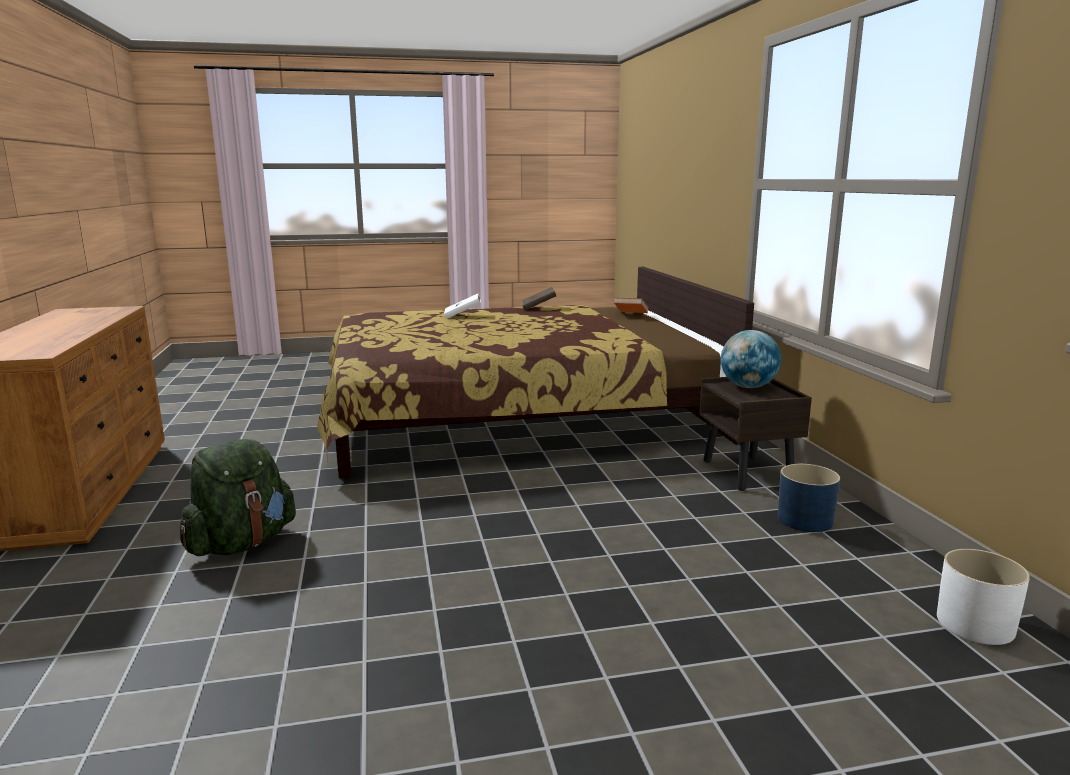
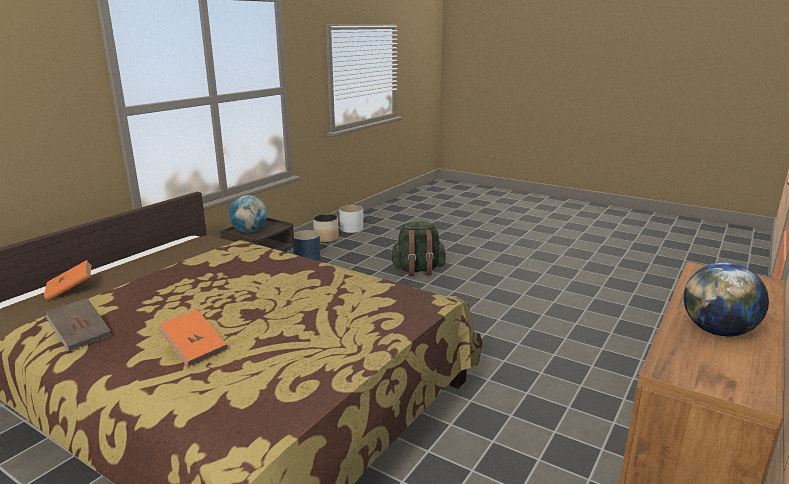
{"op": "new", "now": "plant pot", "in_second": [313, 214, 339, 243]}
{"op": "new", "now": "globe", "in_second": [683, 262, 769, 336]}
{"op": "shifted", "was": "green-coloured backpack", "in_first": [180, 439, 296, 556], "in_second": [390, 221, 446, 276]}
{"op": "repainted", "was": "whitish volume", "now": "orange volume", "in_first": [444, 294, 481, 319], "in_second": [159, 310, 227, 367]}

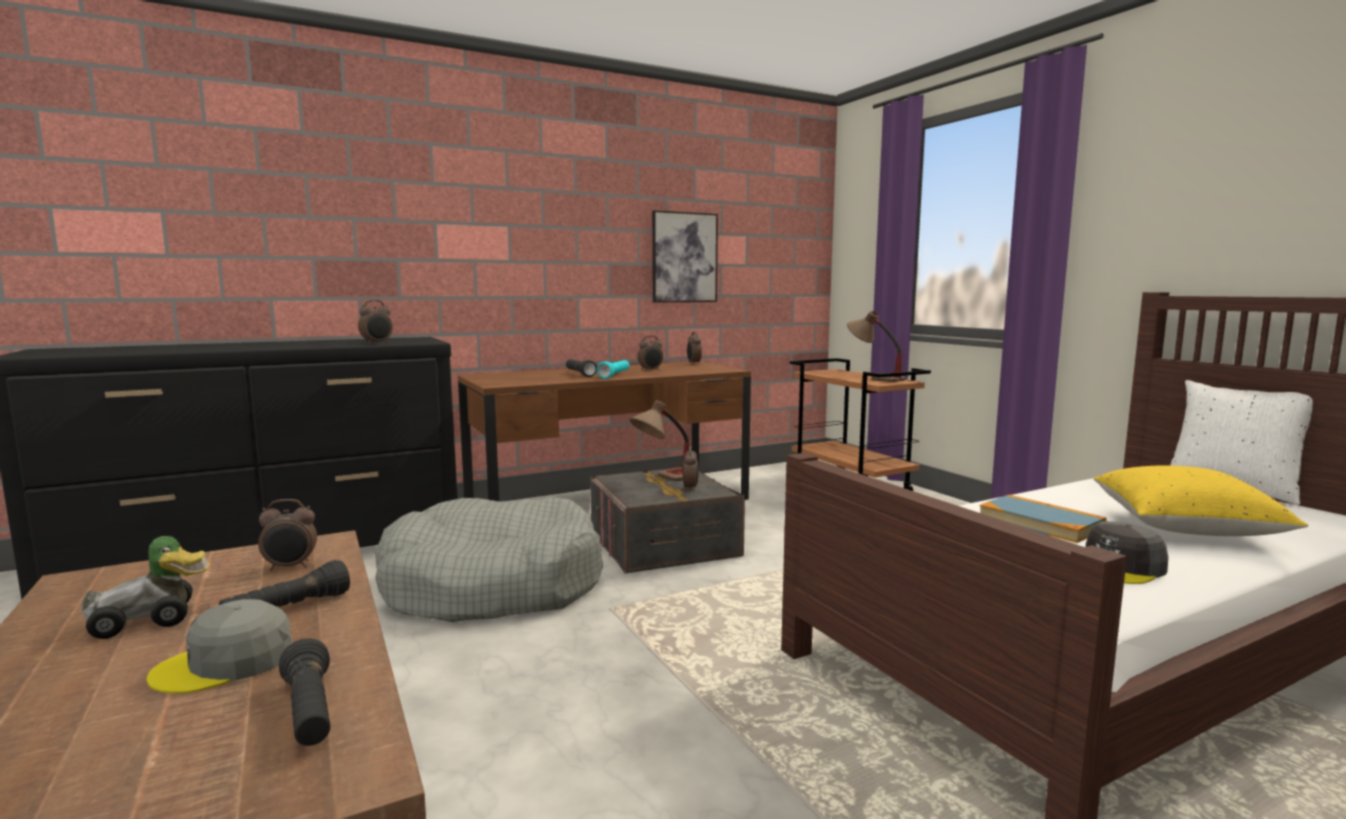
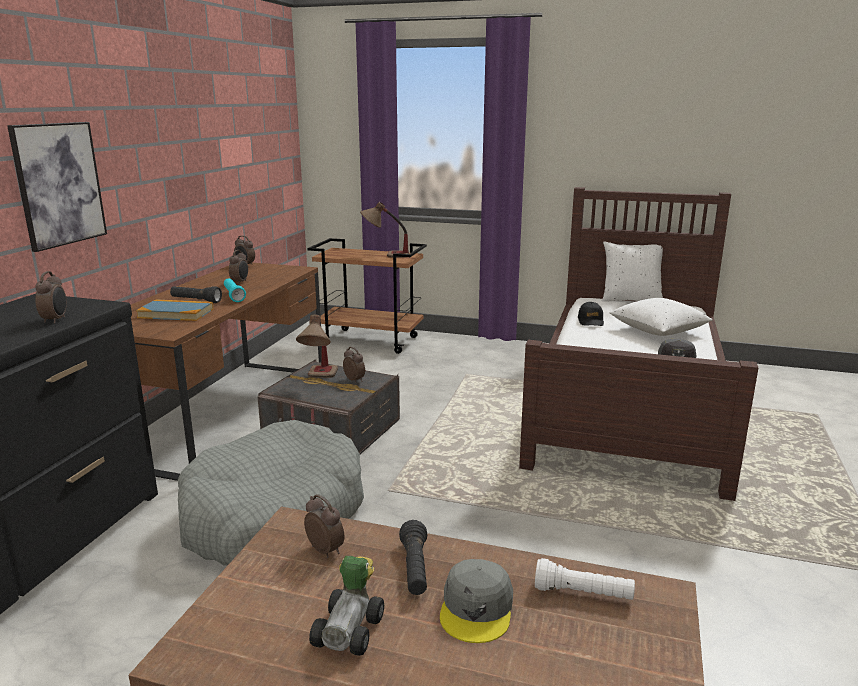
{"op": "new", "now": "black-coloured cap", "in_second": [578, 302, 604, 326]}
{"op": "shifted", "was": "wall art", "in_first": [652, 210, 718, 303], "in_second": [7, 122, 107, 252]}
{"op": "shifted", "was": "volume", "in_first": [980, 494, 1106, 543], "in_second": [136, 299, 213, 321]}
{"op": "repainted", "was": "black-coloured torch", "now": "whitish torch", "in_first": [279, 638, 331, 746], "in_second": [535, 558, 635, 600]}
{"op": "repainted", "was": "yellow-coloured throw pillow", "now": "whitish throw pillow", "in_first": [1094, 465, 1308, 536], "in_second": [610, 298, 713, 336]}
{"op": "rotated", "was": "alarm clock", "in_first": [258, 499, 317, 570], "in_second": [304, 494, 344, 558], "clockwise": -75}

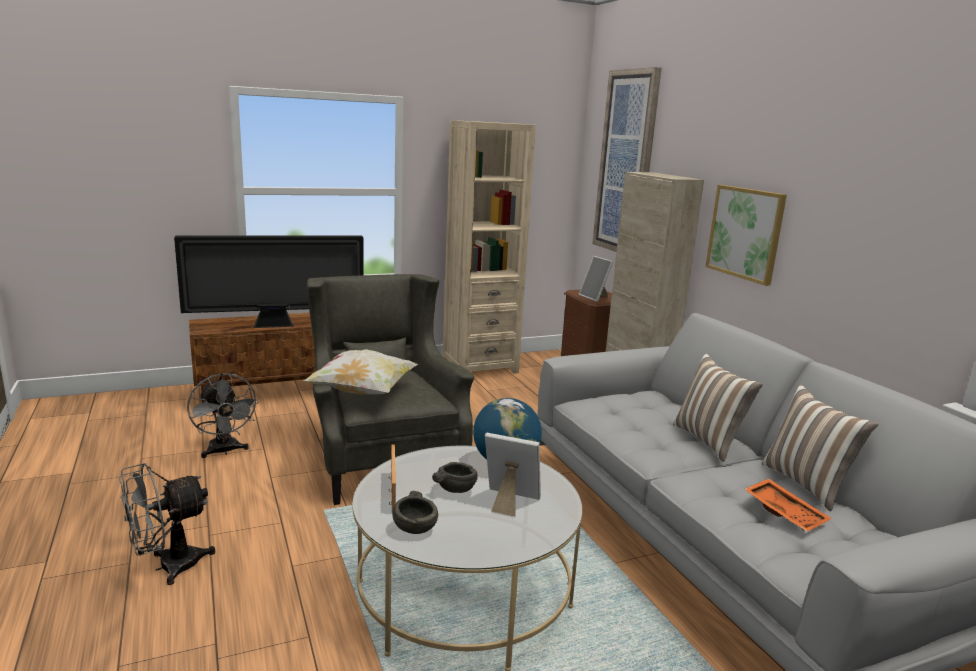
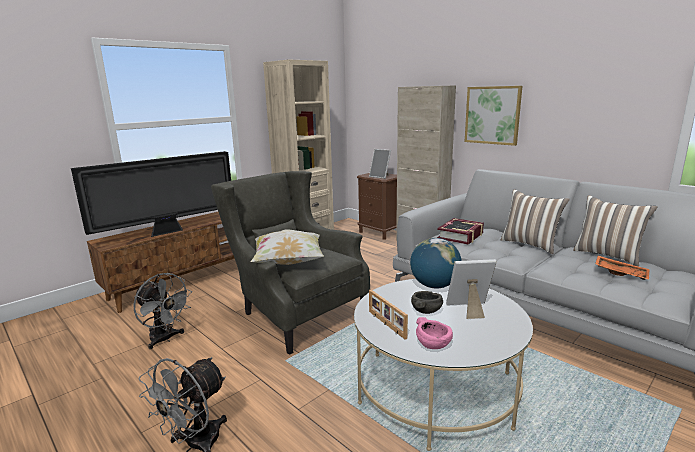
{"op": "gone", "was": "wall art", "in_first": [592, 67, 662, 252]}
{"op": "new", "now": "volume", "in_second": [437, 218, 484, 245]}
{"op": "repainted", "was": "greyish serving bowl", "now": "pink serving bowl", "in_first": [392, 491, 438, 534], "in_second": [416, 317, 453, 349]}

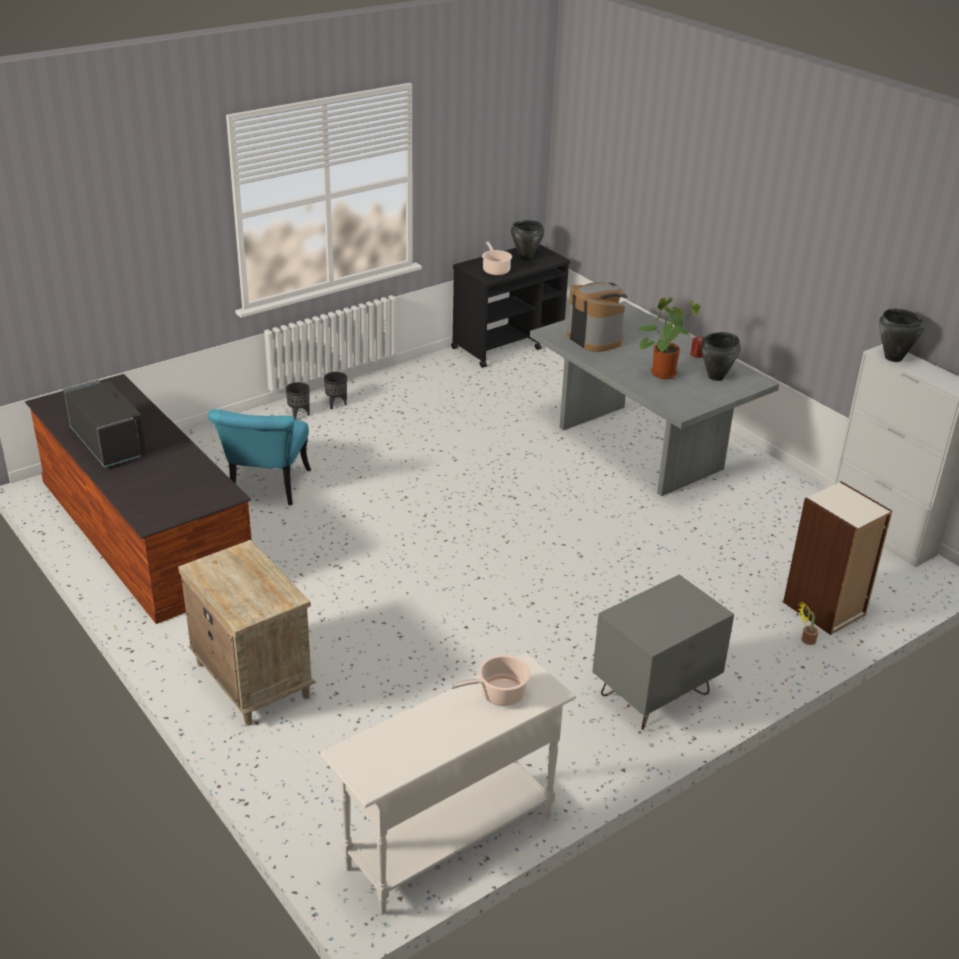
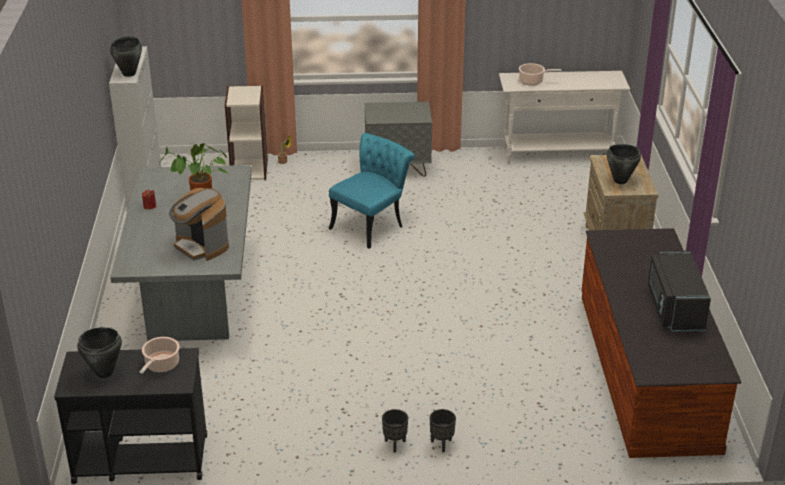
{"op": "shifted", "was": "blue-green upright chair", "in_first": [207, 409, 311, 506], "in_second": [328, 133, 415, 249]}
{"op": "shifted", "was": "black-coloured cooking pot", "in_first": [701, 332, 741, 381], "in_second": [607, 144, 641, 184]}
{"op": "rotated", "was": "coffee machine", "in_first": [567, 282, 628, 352], "in_second": [169, 188, 229, 261], "clockwise": -45}

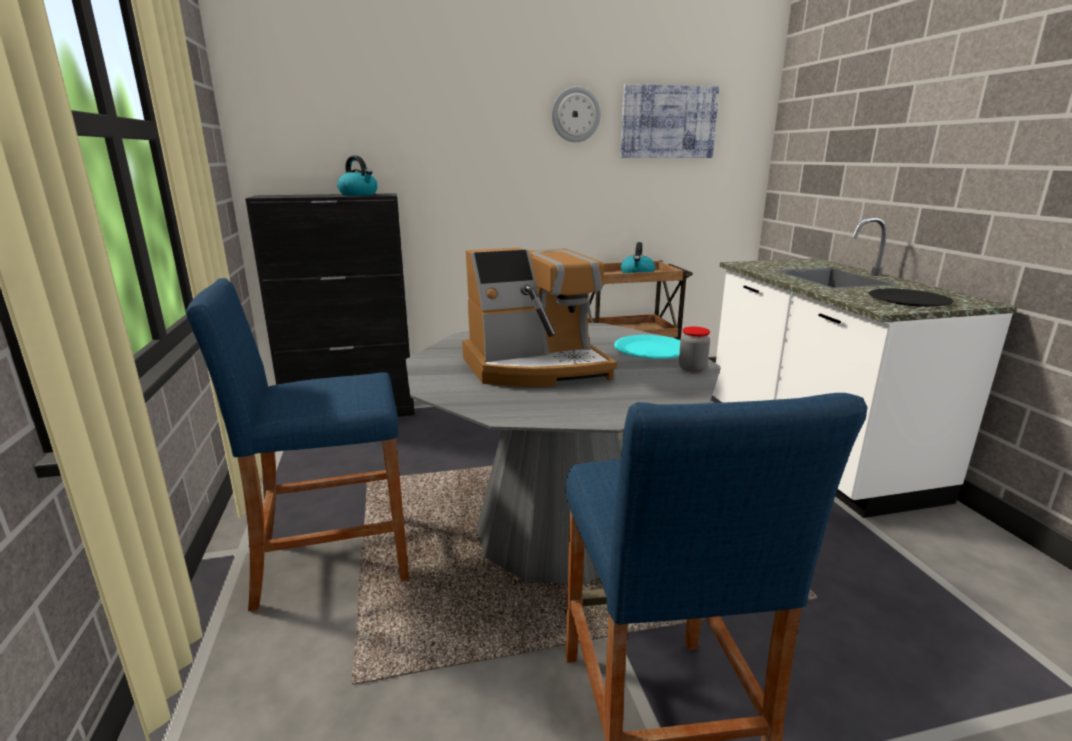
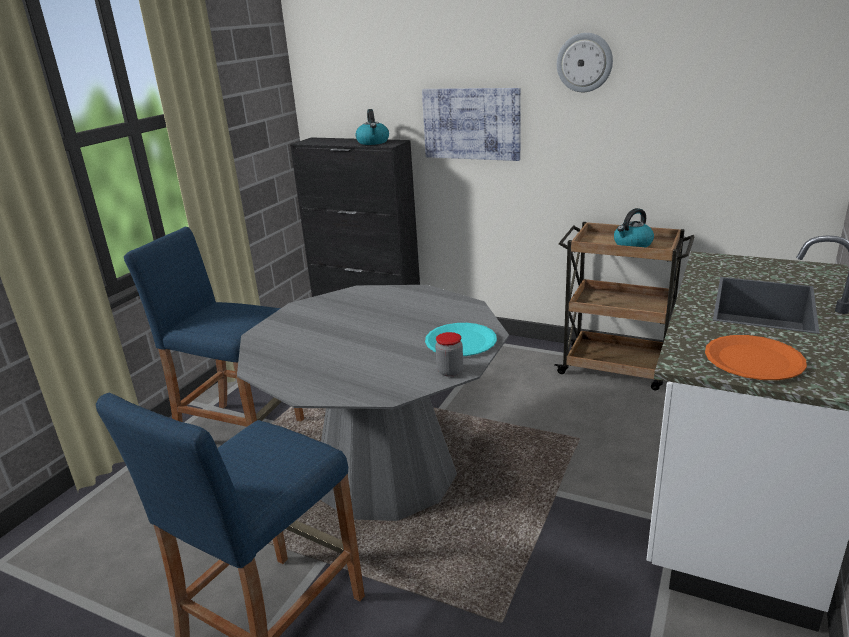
{"op": "gone", "was": "coffee machine", "in_first": [462, 247, 617, 387]}
{"op": "shifted", "was": "wall art", "in_first": [620, 84, 720, 158], "in_second": [422, 88, 521, 161]}
{"op": "repainted", "was": "black-coloured dinner plate", "now": "orange dinner plate", "in_first": [869, 288, 953, 307], "in_second": [705, 335, 807, 380]}

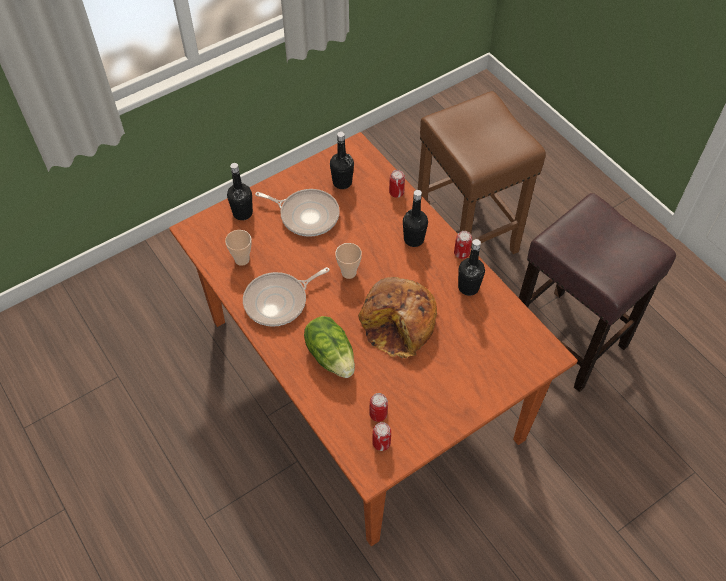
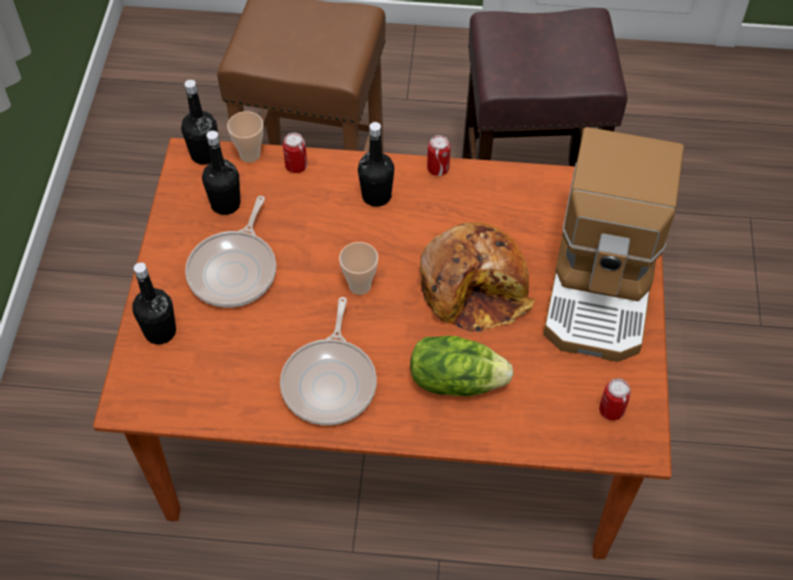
{"op": "gone", "was": "can", "in_first": [369, 393, 388, 422]}
{"op": "new", "now": "coffee machine", "in_second": [543, 127, 684, 362]}
{"op": "shifted", "was": "drinking cup", "in_first": [225, 230, 252, 266], "in_second": [227, 111, 263, 163]}
{"op": "shifted", "was": "black-coloured bottle", "in_first": [458, 239, 485, 296], "in_second": [181, 80, 218, 165]}
{"op": "rotated", "was": "pan", "in_first": [255, 189, 340, 237], "in_second": [185, 196, 276, 308], "clockwise": 135}

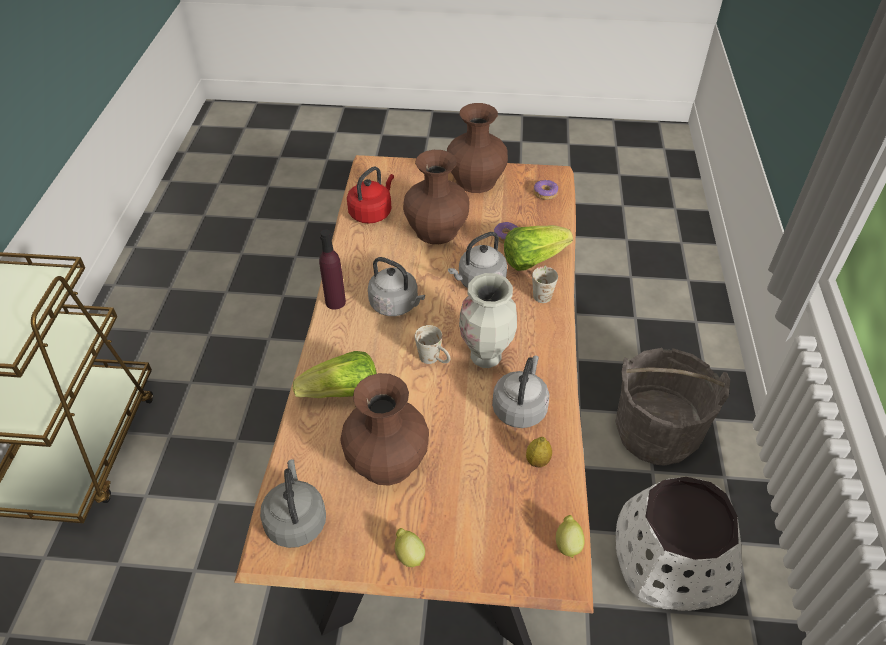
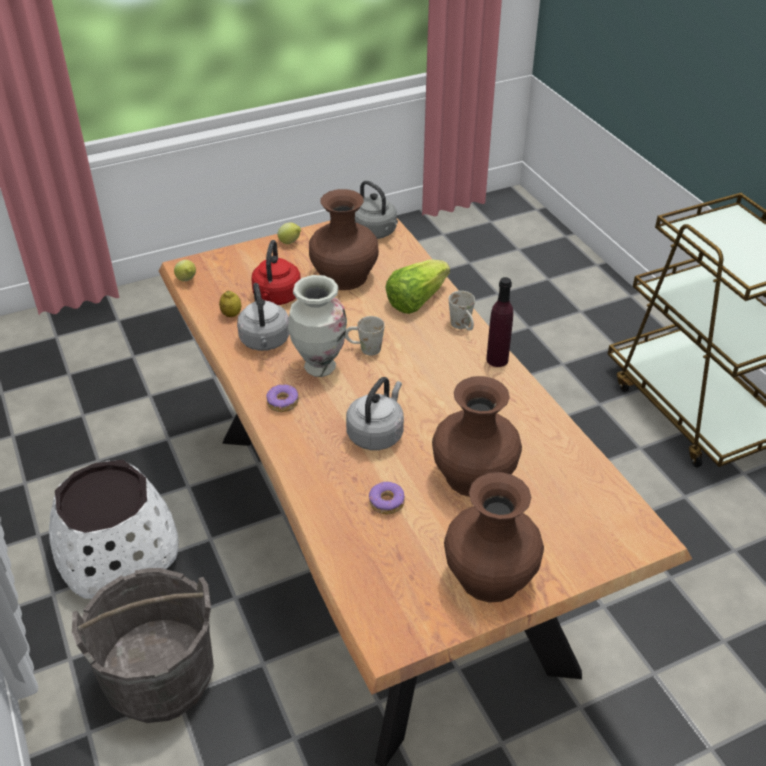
{"op": "gone", "was": "greyish tea kettle", "in_first": [368, 257, 425, 316]}
{"op": "gone", "was": "lettuce", "in_first": [504, 225, 573, 271]}
{"op": "shifted", "was": "red tea kettle", "in_first": [347, 166, 394, 224], "in_second": [251, 240, 301, 305]}
{"op": "shifted", "was": "whitish coffee mug", "in_first": [532, 265, 558, 303], "in_second": [449, 291, 475, 330]}
{"op": "shifted", "was": "doughnut", "in_first": [534, 180, 558, 200], "in_second": [266, 385, 299, 412]}

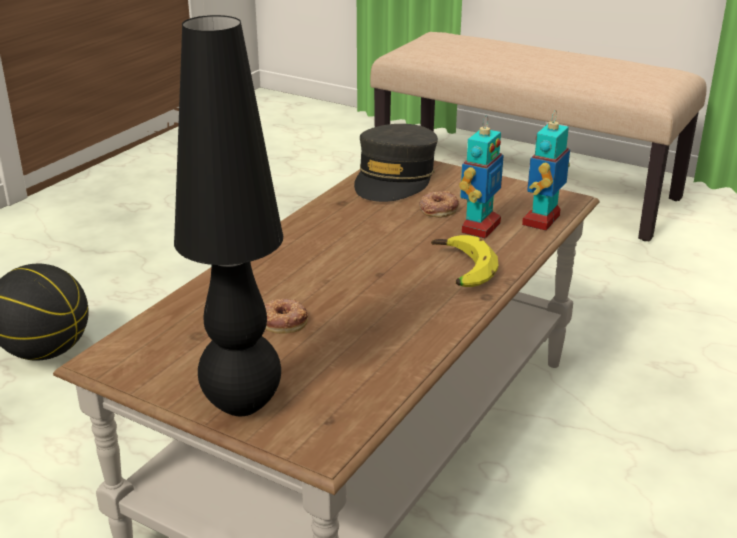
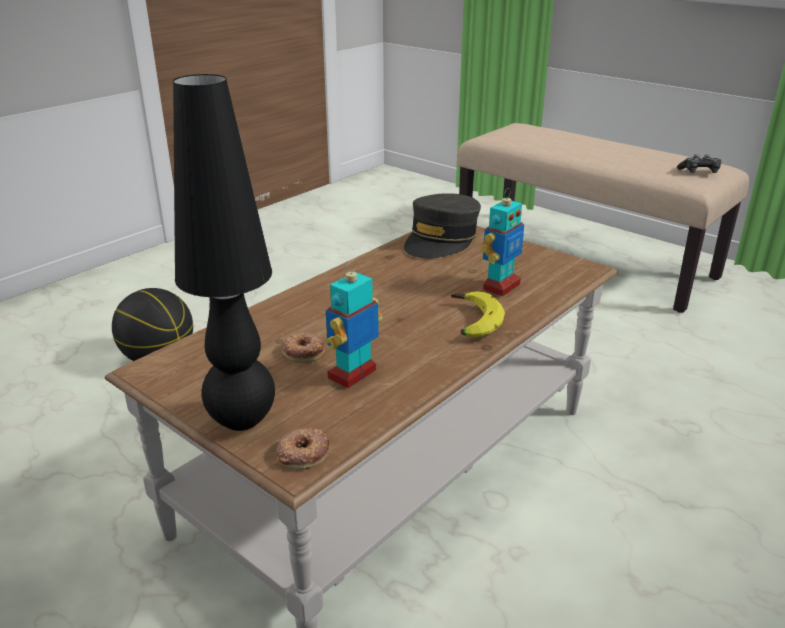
{"op": "new", "now": "joypad", "in_second": [677, 154, 722, 173]}
{"op": "shifted", "was": "doughnut", "in_first": [419, 191, 459, 217], "in_second": [276, 428, 330, 470]}
{"op": "shifted", "was": "robot figure", "in_first": [522, 110, 570, 231], "in_second": [325, 261, 383, 388]}

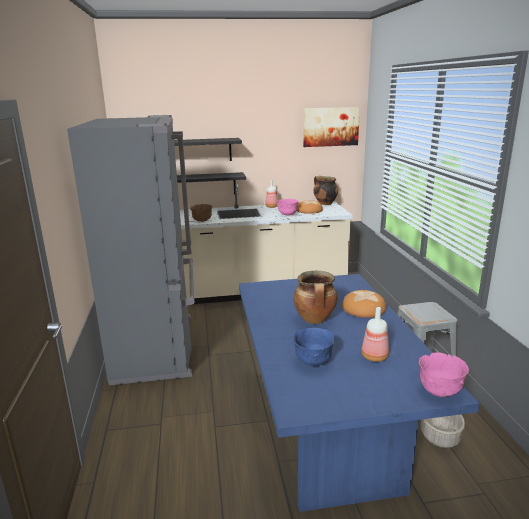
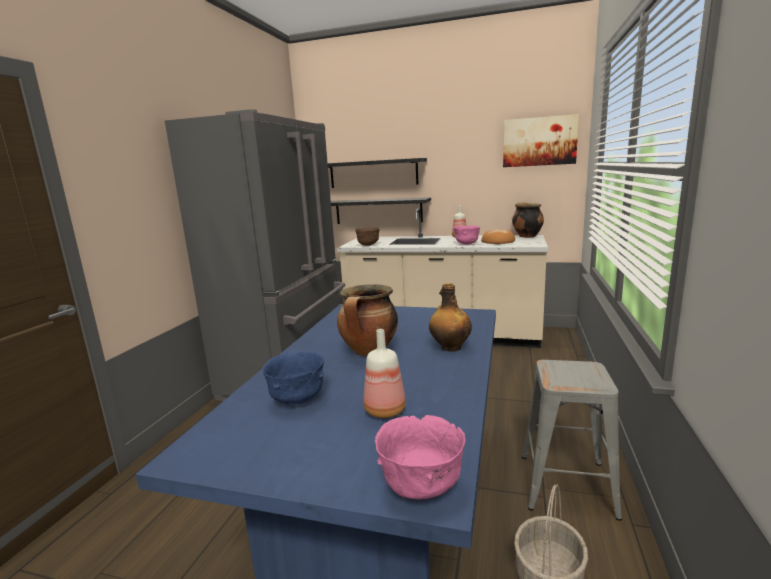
{"op": "swapped", "was": "baked bread", "now": "bottle", "in_first": [342, 290, 386, 318], "in_second": [429, 283, 472, 352]}

